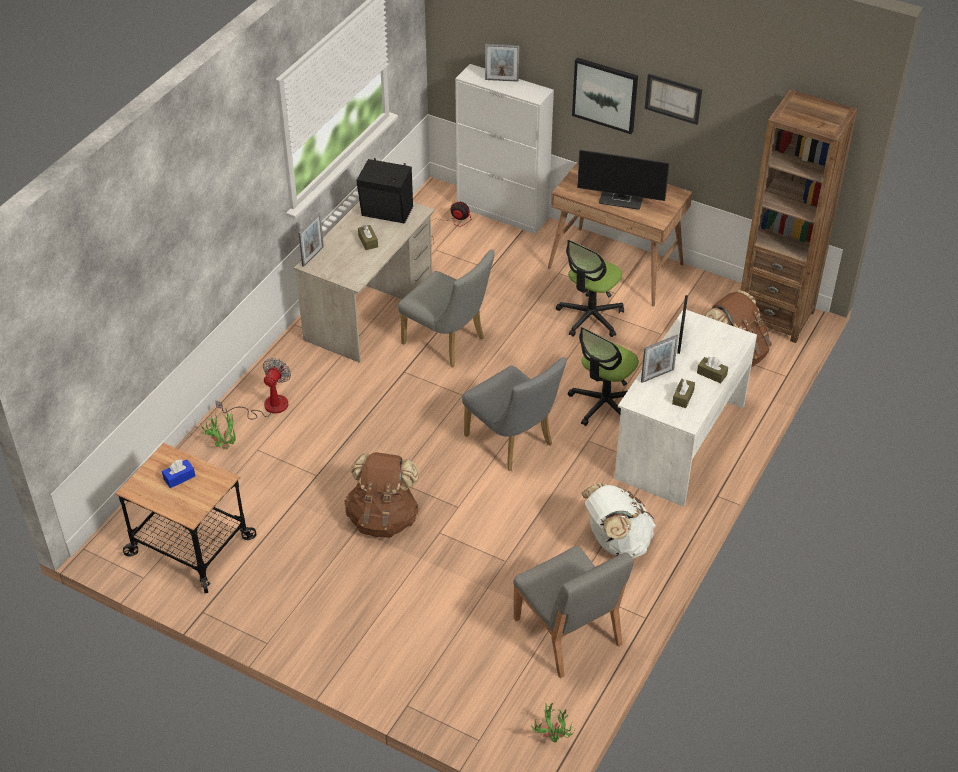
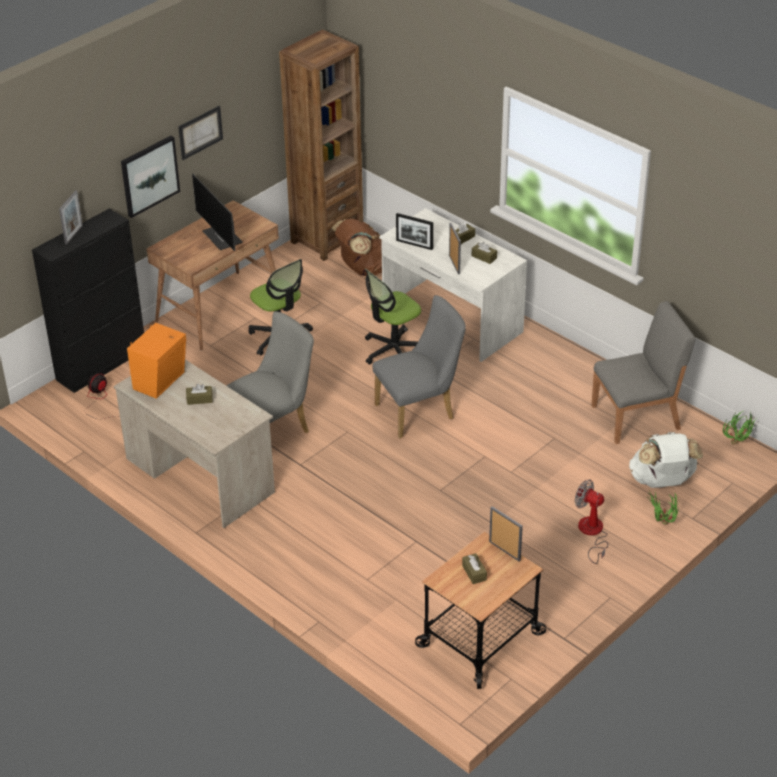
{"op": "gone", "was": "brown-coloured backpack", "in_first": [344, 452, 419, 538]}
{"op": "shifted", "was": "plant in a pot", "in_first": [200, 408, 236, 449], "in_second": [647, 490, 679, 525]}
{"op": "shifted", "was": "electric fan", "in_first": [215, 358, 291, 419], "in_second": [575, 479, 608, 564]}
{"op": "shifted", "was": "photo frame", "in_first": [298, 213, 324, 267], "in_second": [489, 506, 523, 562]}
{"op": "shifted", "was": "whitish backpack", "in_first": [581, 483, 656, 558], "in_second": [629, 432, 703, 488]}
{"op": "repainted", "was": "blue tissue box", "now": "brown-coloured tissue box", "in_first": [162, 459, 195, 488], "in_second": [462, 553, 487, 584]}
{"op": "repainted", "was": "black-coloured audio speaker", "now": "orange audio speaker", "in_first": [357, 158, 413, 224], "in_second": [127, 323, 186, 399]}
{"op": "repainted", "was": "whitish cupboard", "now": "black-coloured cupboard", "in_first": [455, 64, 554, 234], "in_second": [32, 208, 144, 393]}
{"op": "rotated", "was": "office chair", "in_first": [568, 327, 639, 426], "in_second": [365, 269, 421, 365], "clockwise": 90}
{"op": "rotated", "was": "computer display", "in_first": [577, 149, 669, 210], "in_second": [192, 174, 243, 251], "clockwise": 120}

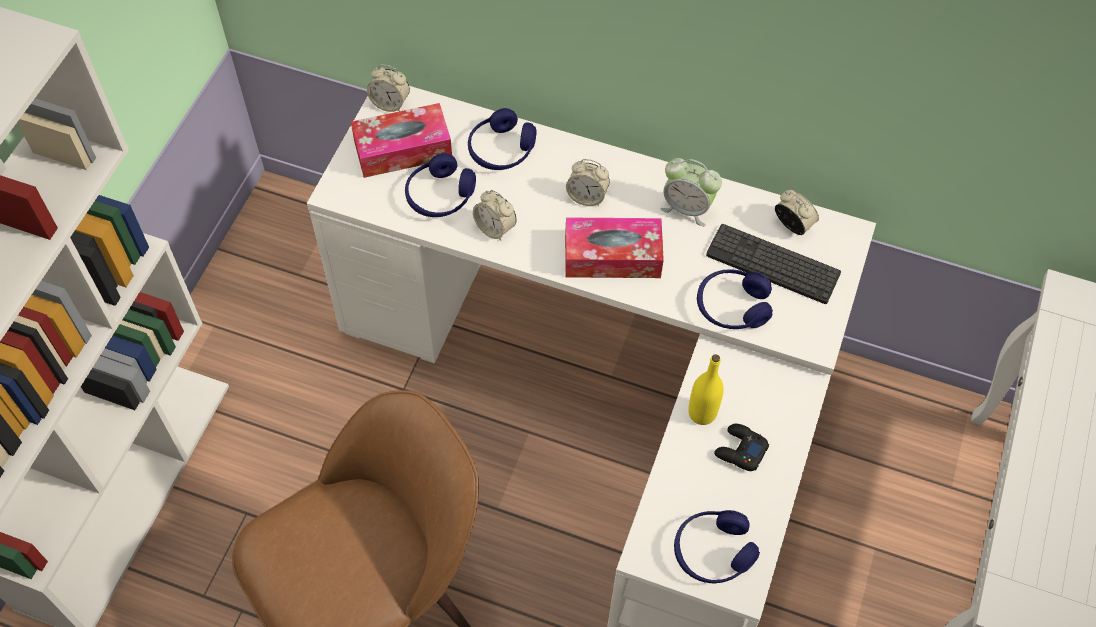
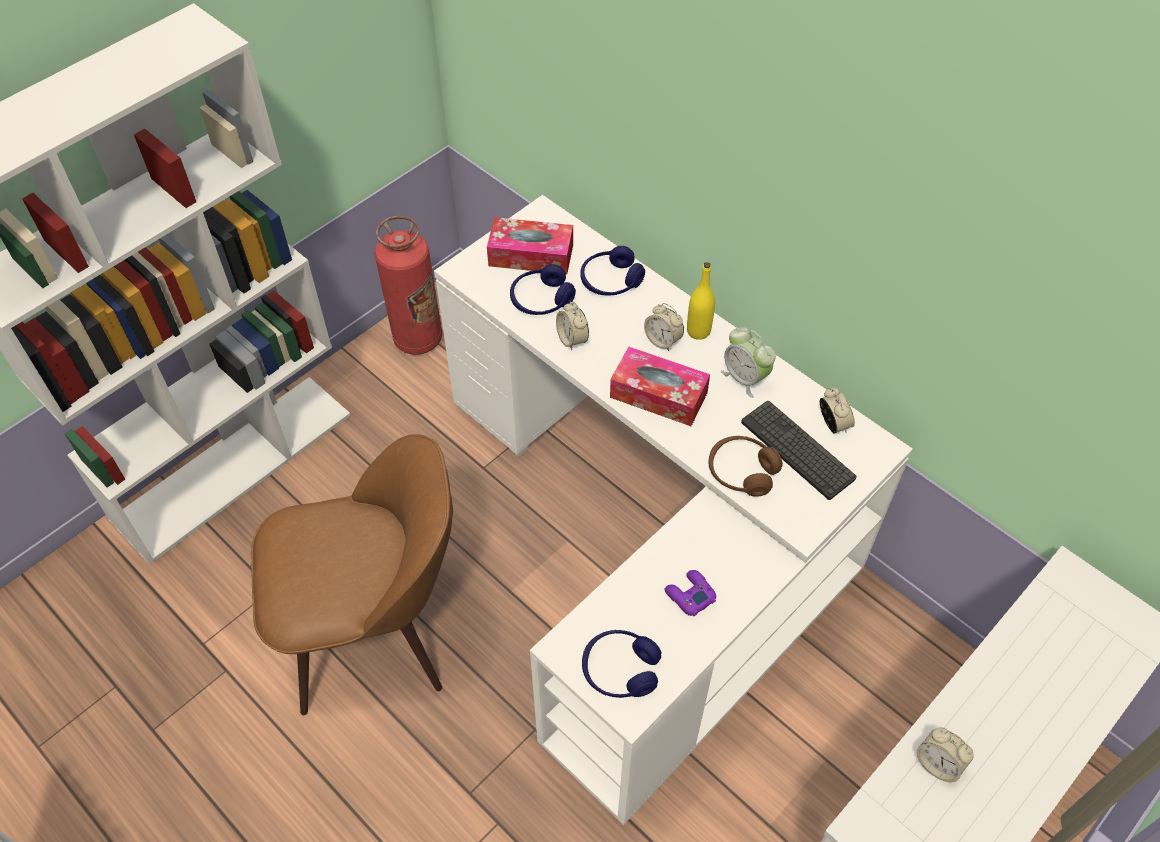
{"op": "new", "now": "extinguisher", "in_second": [374, 216, 442, 355]}
{"op": "shifted", "was": "alarm clock", "in_first": [367, 65, 410, 112], "in_second": [917, 727, 974, 782]}
{"op": "shifted", "was": "yellow-coloured bottle", "in_first": [688, 354, 724, 425], "in_second": [687, 262, 715, 340]}
{"op": "repainted", "was": "blue headset", "now": "brown-coloured headset", "in_first": [697, 269, 773, 329], "in_second": [708, 436, 783, 497]}
{"op": "repainted", "was": "black-coloured joypad", "now": "purple joypad", "in_first": [714, 424, 769, 471], "in_second": [665, 570, 716, 616]}

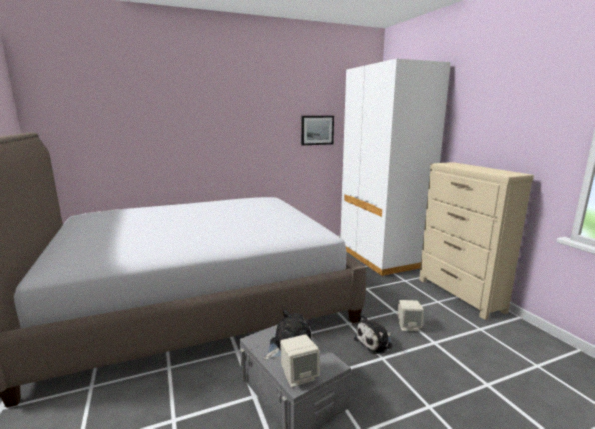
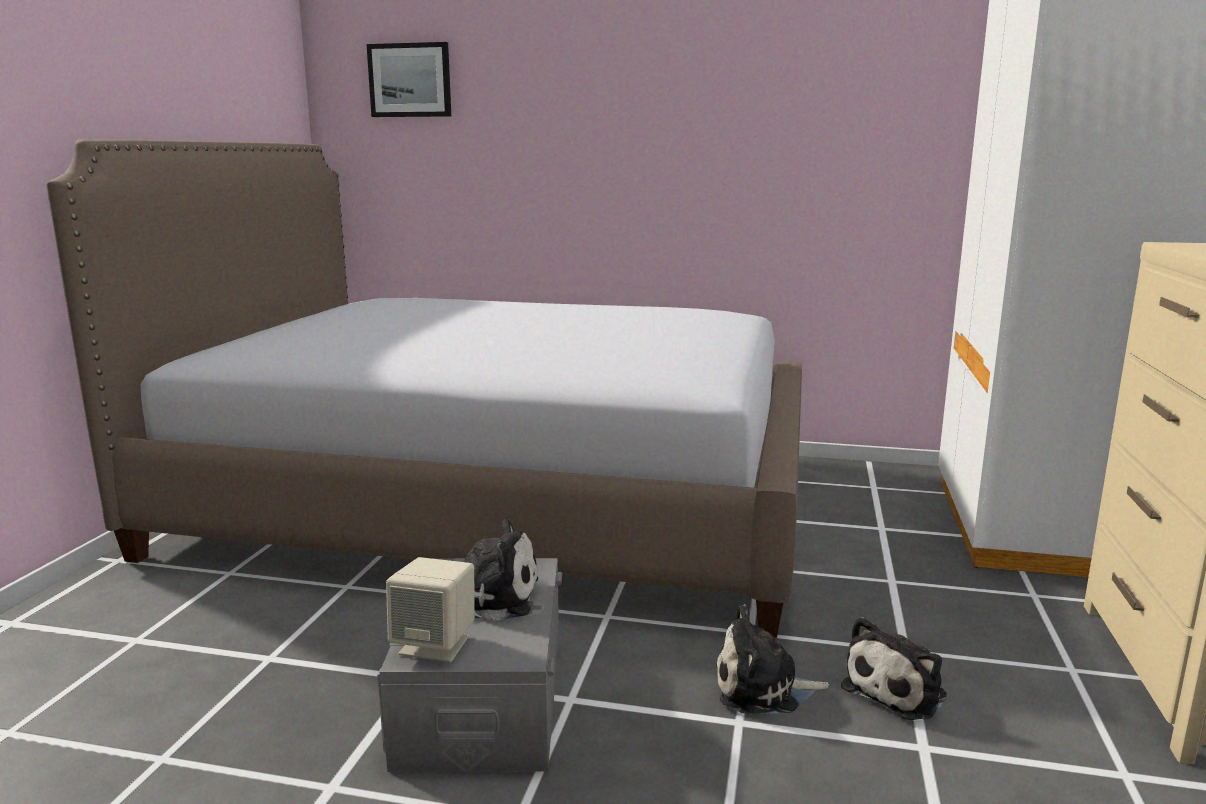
{"op": "shifted", "was": "wall art", "in_first": [301, 116, 334, 145], "in_second": [366, 42, 451, 117]}
{"op": "swapped", "was": "beige-coloured audio speaker", "now": "cuddly toy", "in_first": [398, 300, 424, 331], "in_second": [841, 617, 947, 720]}

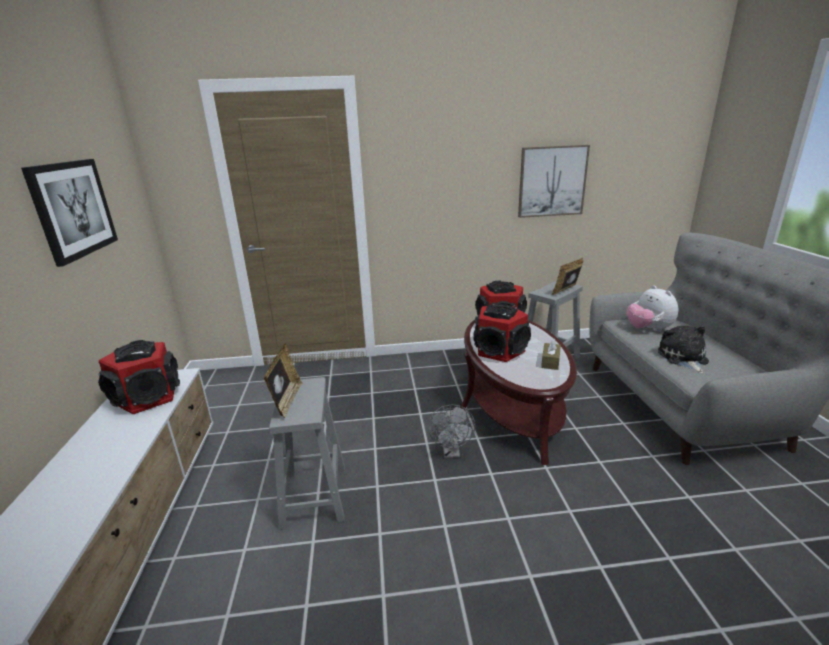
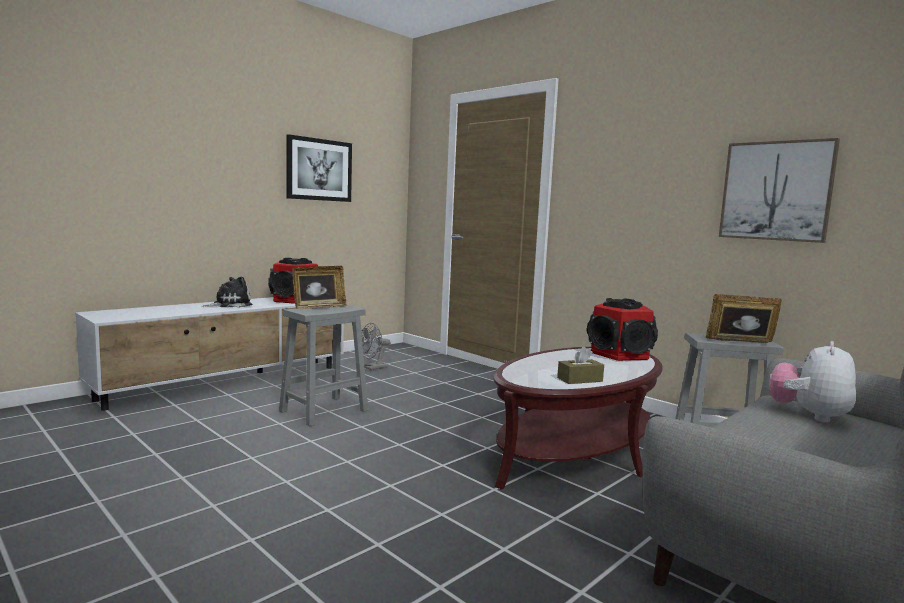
{"op": "gone", "was": "audio speaker", "in_first": [473, 303, 531, 362]}
{"op": "shifted", "was": "greyish electric fan", "in_first": [428, 404, 475, 458], "in_second": [361, 323, 391, 370]}
{"op": "shifted", "was": "cuddly toy", "in_first": [658, 325, 709, 373], "in_second": [202, 277, 252, 307]}

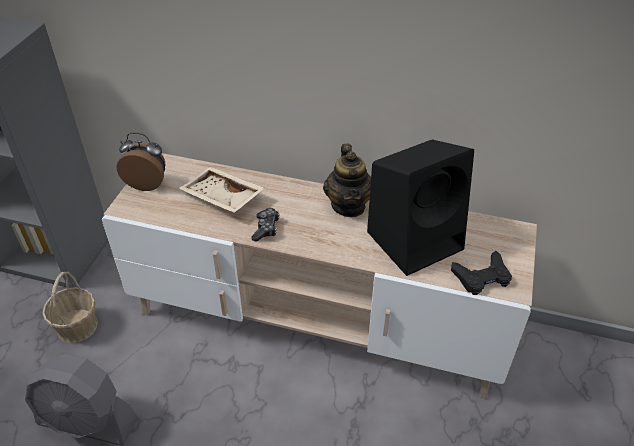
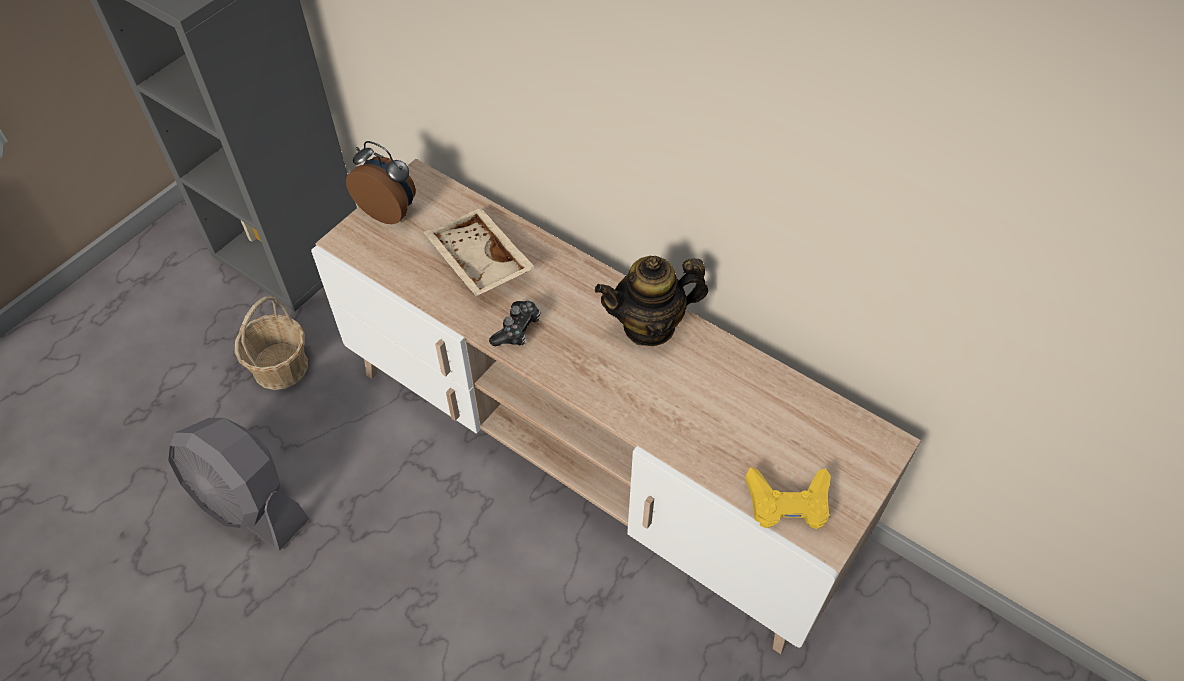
{"op": "gone", "was": "black-coloured audio speaker", "in_first": [367, 139, 474, 276]}
{"op": "repainted", "was": "black-coloured joypad", "now": "yellow-coloured joypad", "in_first": [451, 251, 512, 295], "in_second": [745, 467, 831, 529]}
{"op": "rotated", "was": "teapot", "in_first": [323, 144, 371, 217], "in_second": [595, 256, 708, 346], "clockwise": 60}

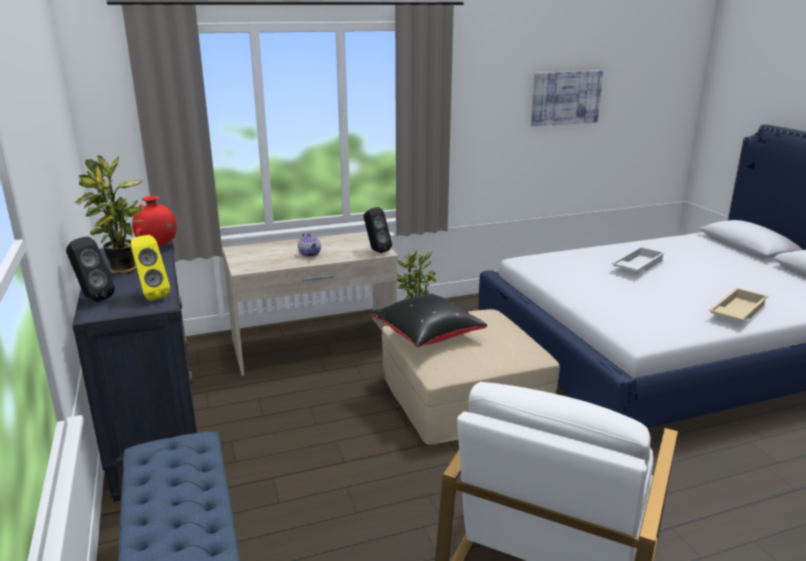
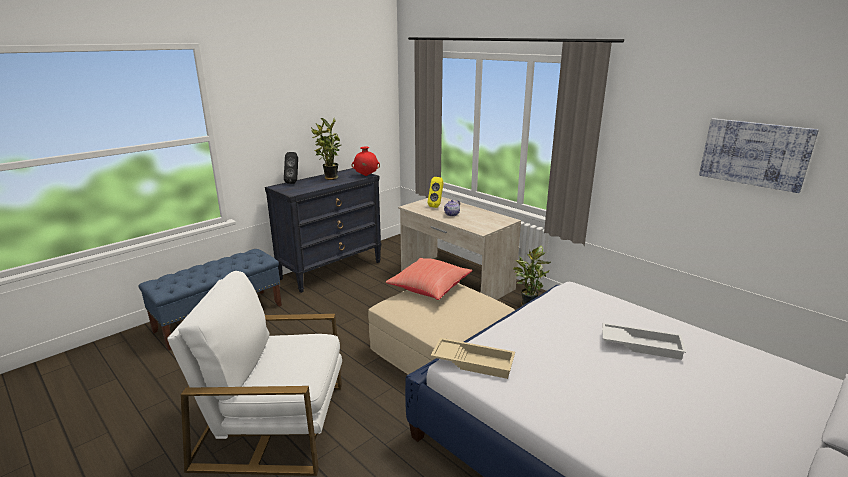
{"op": "gone", "was": "black-coloured audio speaker", "in_first": [363, 207, 392, 253]}
{"op": "shifted", "was": "yellow-coloured audio speaker", "in_first": [131, 235, 170, 301], "in_second": [428, 177, 444, 208]}
{"op": "shifted", "was": "beige-coloured carrying tray", "in_first": [709, 288, 768, 321], "in_second": [431, 338, 515, 379]}
{"op": "repainted", "was": "black-coloured throw pillow", "now": "red throw pillow", "in_first": [367, 293, 488, 347], "in_second": [386, 258, 472, 300]}

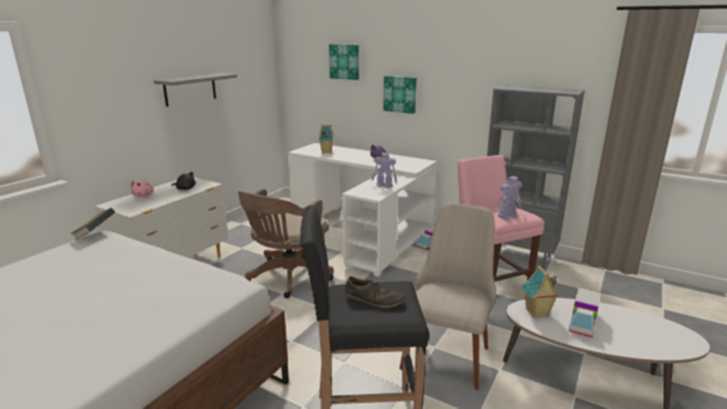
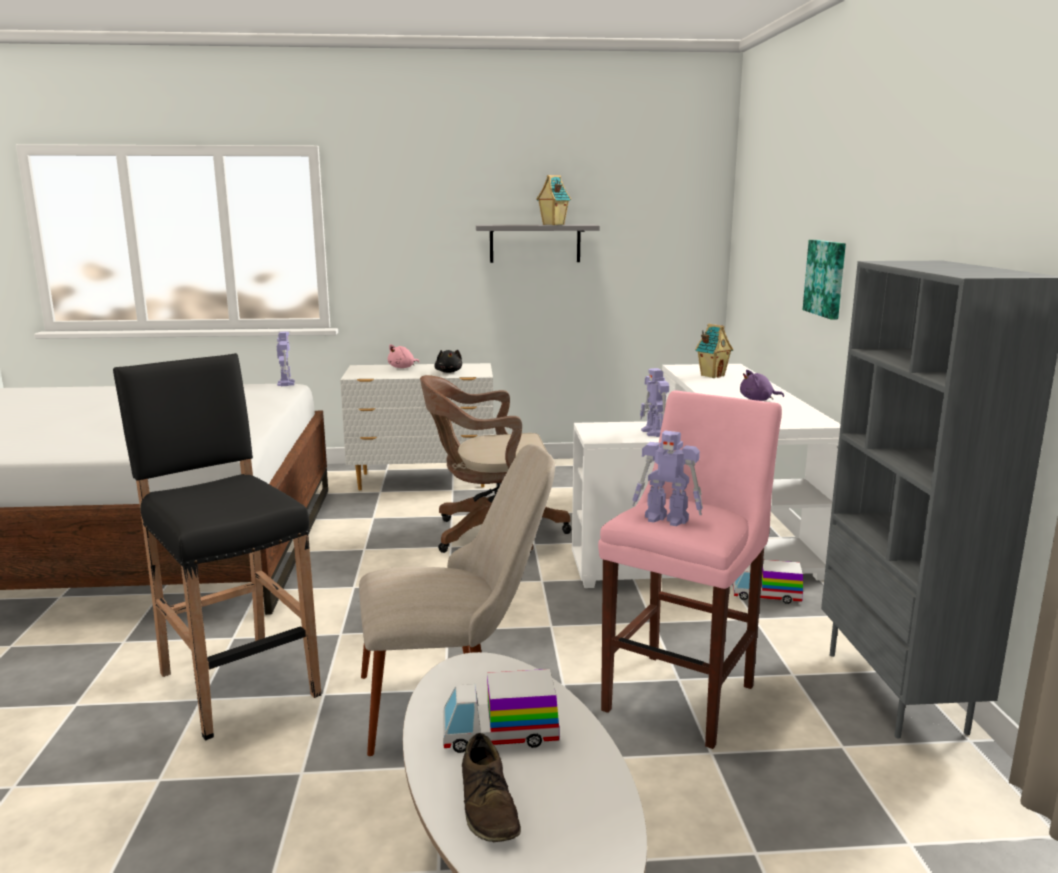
{"op": "gone", "was": "wall art", "in_first": [329, 44, 359, 80]}
{"op": "shifted", "was": "brown-coloured low shoe", "in_first": [345, 276, 406, 308], "in_second": [462, 733, 521, 842]}
{"op": "shifted", "was": "toy house", "in_first": [522, 265, 559, 318], "in_second": [536, 175, 571, 225]}
{"op": "swapped", "was": "volume", "now": "robot figure", "in_first": [70, 208, 115, 240], "in_second": [277, 332, 295, 386]}

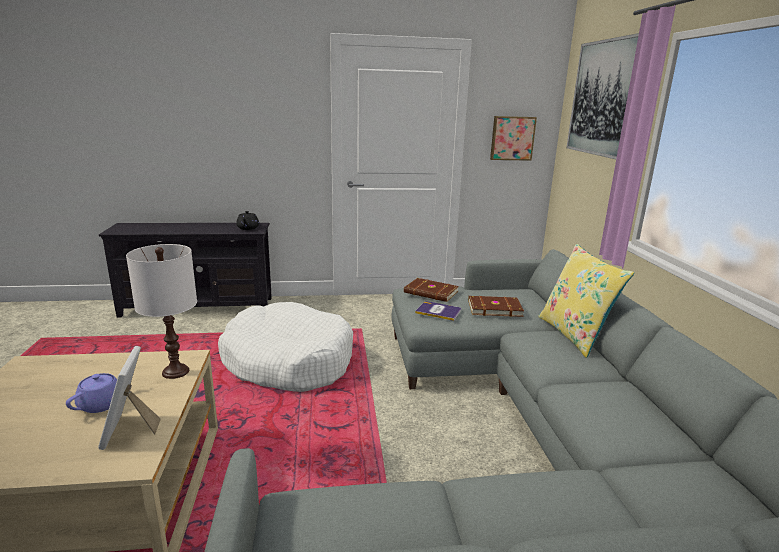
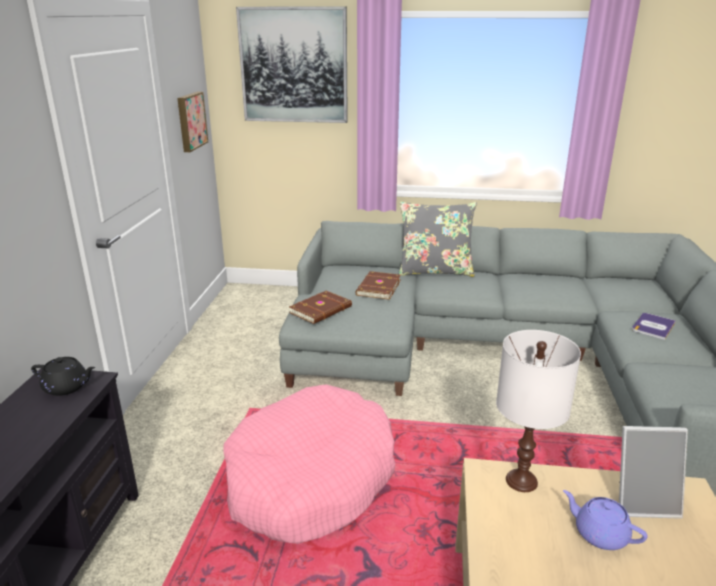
{"op": "shifted", "was": "volume", "in_first": [415, 301, 461, 321], "in_second": [632, 313, 676, 340]}
{"op": "repainted", "was": "whitish dog cushion", "now": "pink dog cushion", "in_first": [218, 302, 353, 392], "in_second": [223, 384, 396, 544]}
{"op": "repainted", "was": "yellow-coloured throw pillow", "now": "greyish throw pillow", "in_first": [538, 244, 634, 358], "in_second": [398, 202, 477, 277]}

